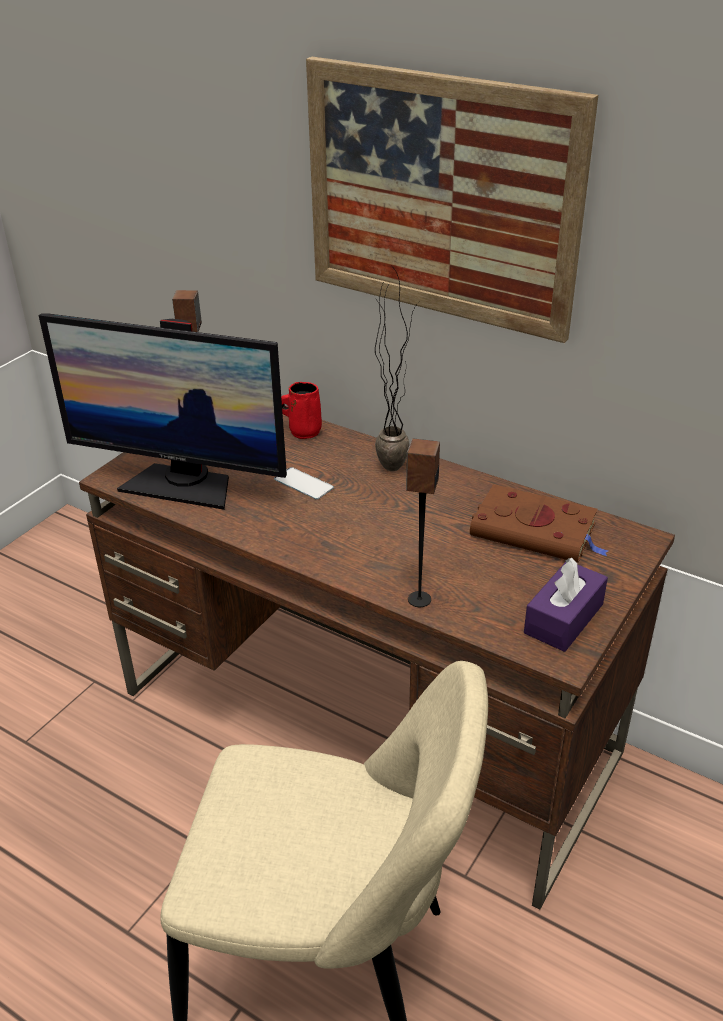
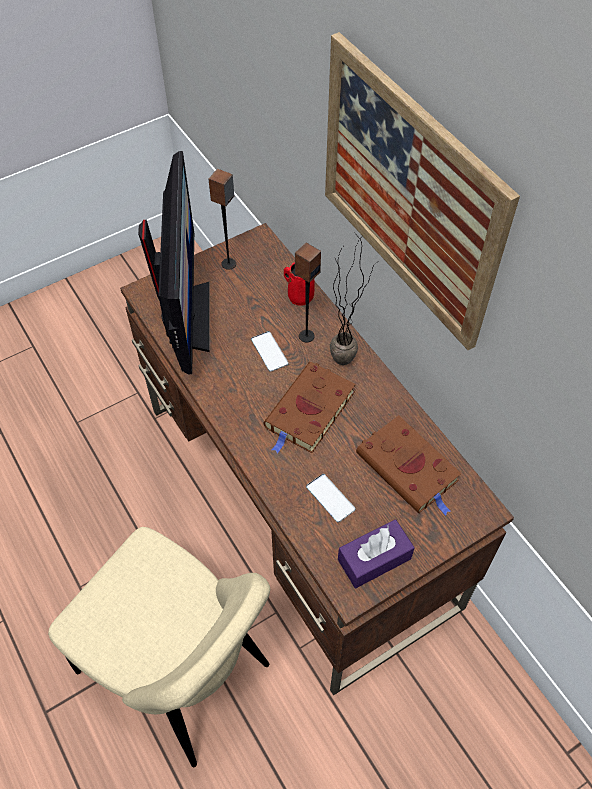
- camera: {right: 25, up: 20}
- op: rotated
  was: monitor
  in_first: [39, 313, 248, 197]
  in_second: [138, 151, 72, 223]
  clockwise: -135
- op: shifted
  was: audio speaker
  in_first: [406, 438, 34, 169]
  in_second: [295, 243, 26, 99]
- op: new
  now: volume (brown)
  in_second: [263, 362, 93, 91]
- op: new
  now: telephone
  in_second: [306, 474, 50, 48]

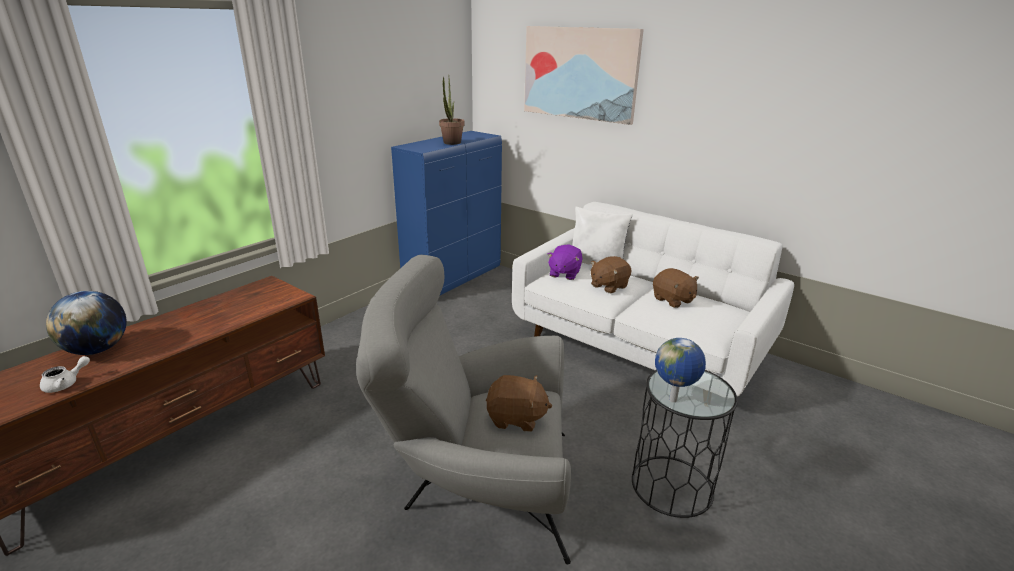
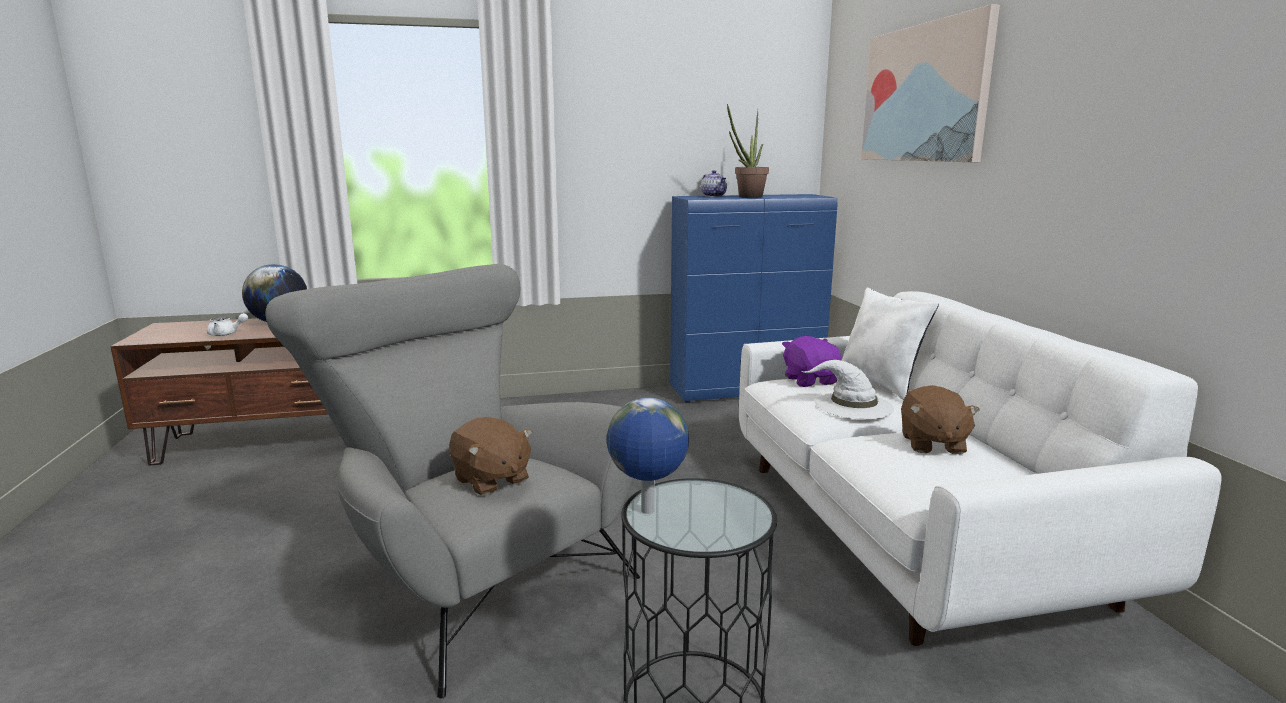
- camera: {right: 40, up: -10}
- op: rotated
  was: plush toy (purplish)
  in_first: [547, 245, 35, 35]
  in_second: [782, 336, 60, 51]
  clockwise: 105
- op: swapped
  was: plush toy (brown)
  now: wearable hat (white-coloured)
  in_first: [591, 256, 40, 37]
  in_second: [801, 360, 93, 59]
- op: new
  now: tea pot
  in_second: [701, 170, 26, 27]

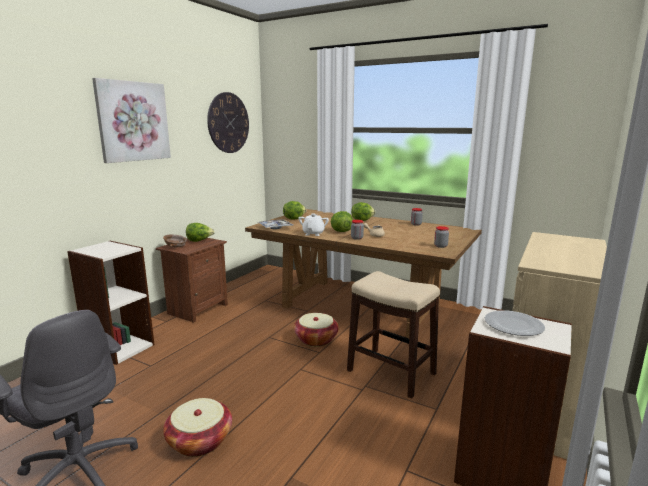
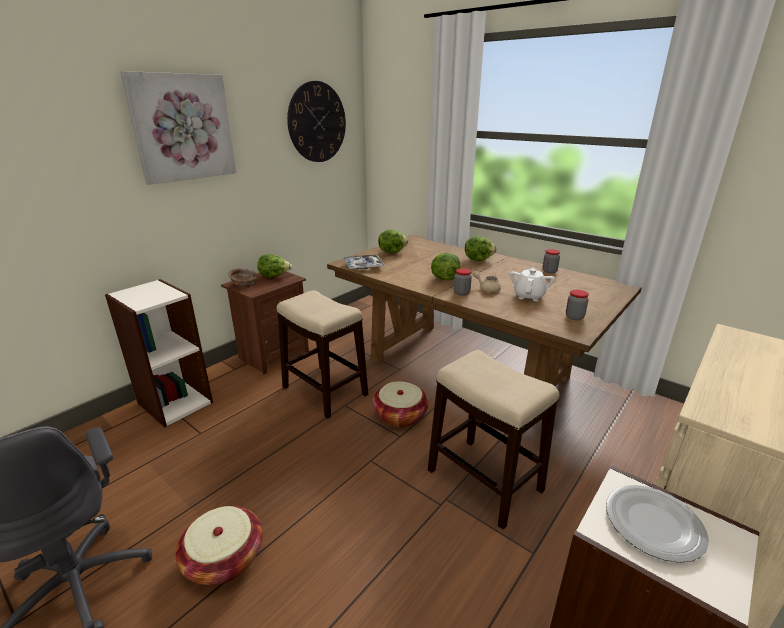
- camera: {right: 10, up: 10}
- op: shifted
  was: tea pot (white-coloured)
  in_first: [298, 214, 31, 22]
  in_second: [509, 267, 46, 35]
- op: new
  now: stool
  in_second: [276, 290, 92, 129]

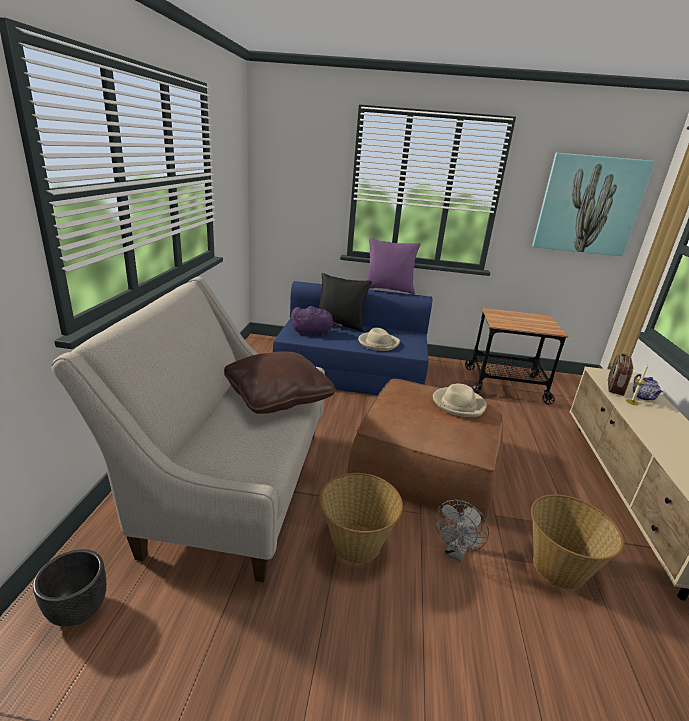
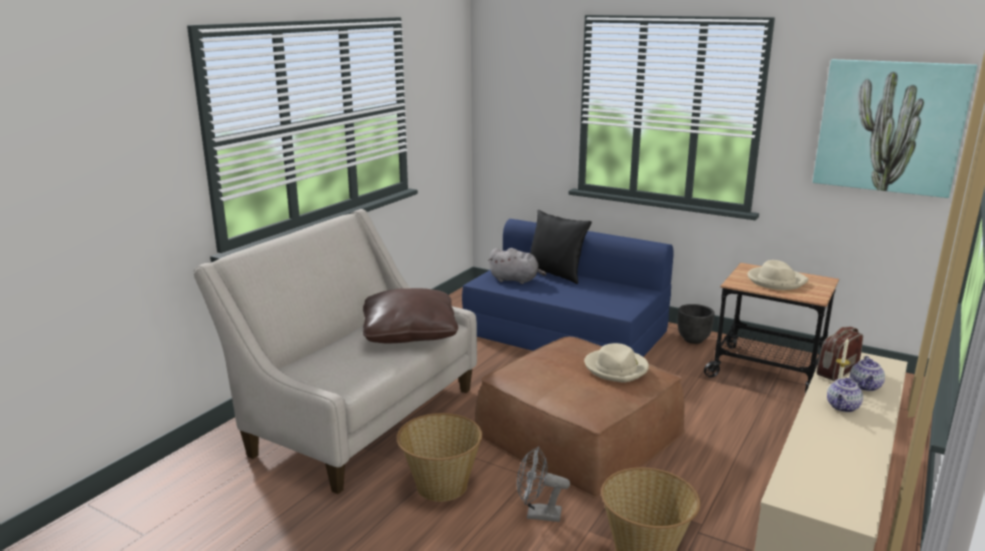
- camera: {right: 25, up: -5}
- op: shifted
  was: planter (black)
  in_first: [33, 549, 73, 78]
  in_second: [678, 304, 37, 40]
- op: repainted
  was: plush toy (purplish)
  now: plush toy (grey)
  in_first: [291, 306, 51, 30]
  in_second: [488, 248, 58, 36]
- op: shifted
  was: wearable hat (sand-coloured)
  in_first: [358, 328, 42, 23]
  in_second: [747, 260, 61, 30]
- op: gone
  was: pillow (purplish)
  in_first: [367, 237, 54, 57]
- op: rotated
  was: electric fan (grey)
  in_first: [435, 500, 54, 62]
  in_second: [517, 447, 53, 75]
  clockwise: 45
- op: new
  now: tea pot
  in_second: [827, 376, 36, 36]

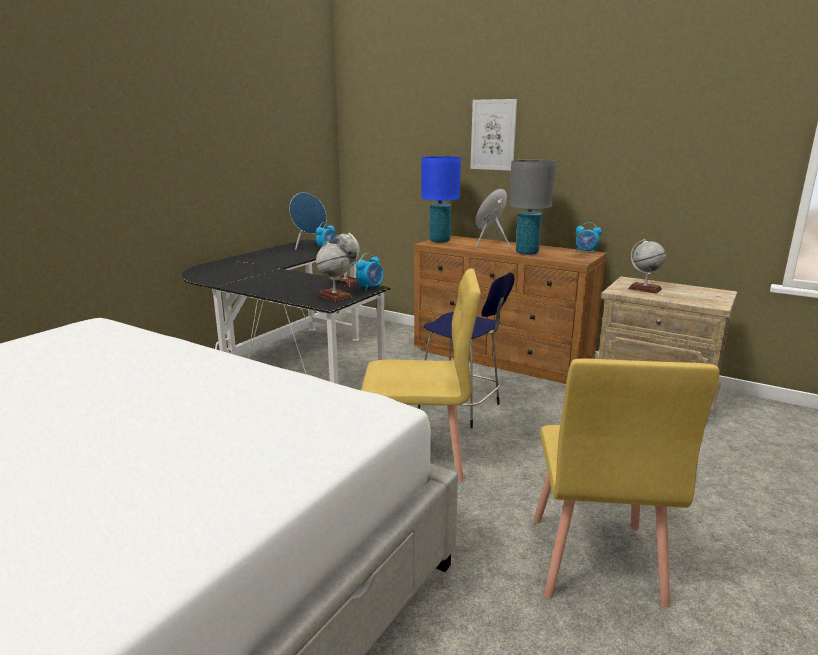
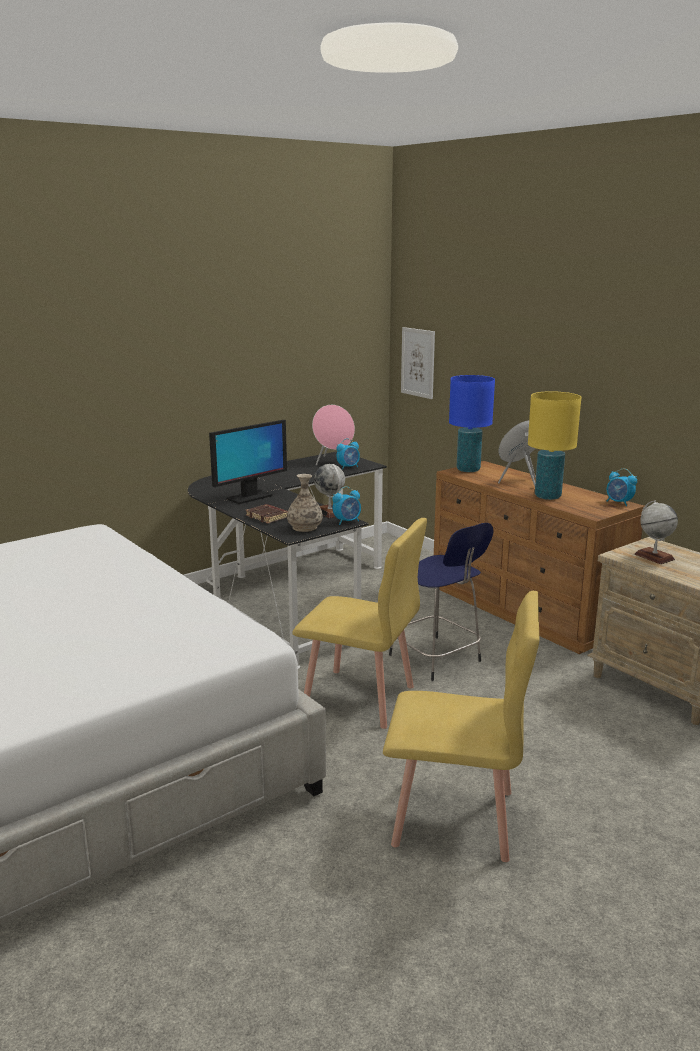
- camera: {right: 20, up: 0}
- op: repainted
  was: audio speaker (blue)
  now: audio speaker (pink)
  in_first: [289, 193, 38, 57]
  in_second: [312, 405, 43, 60]
- op: swapped
  was: desk globe
  now: decorative vase
  in_first: [316, 241, 36, 61]
  in_second: [287, 474, 36, 58]
- op: shifted
  was: picture
  in_first: [470, 99, 47, 72]
  in_second: [401, 327, 34, 72]
- op: repainted
  was: lamp for a table (grey)
  now: lamp for a table (yellowish)
  in_first: [509, 160, 47, 95]
  in_second: [528, 391, 53, 109]
- op: rotated
  was: upright chair (yellowish)
  in_first: [533, 359, 186, 249]
  in_second: [383, 591, 156, 271]
  clockwise: -105
- op: new
  now: monitor
  in_second: [209, 420, 78, 84]
- op: new
  now: volume (brown)
  in_second: [246, 504, 42, 19]

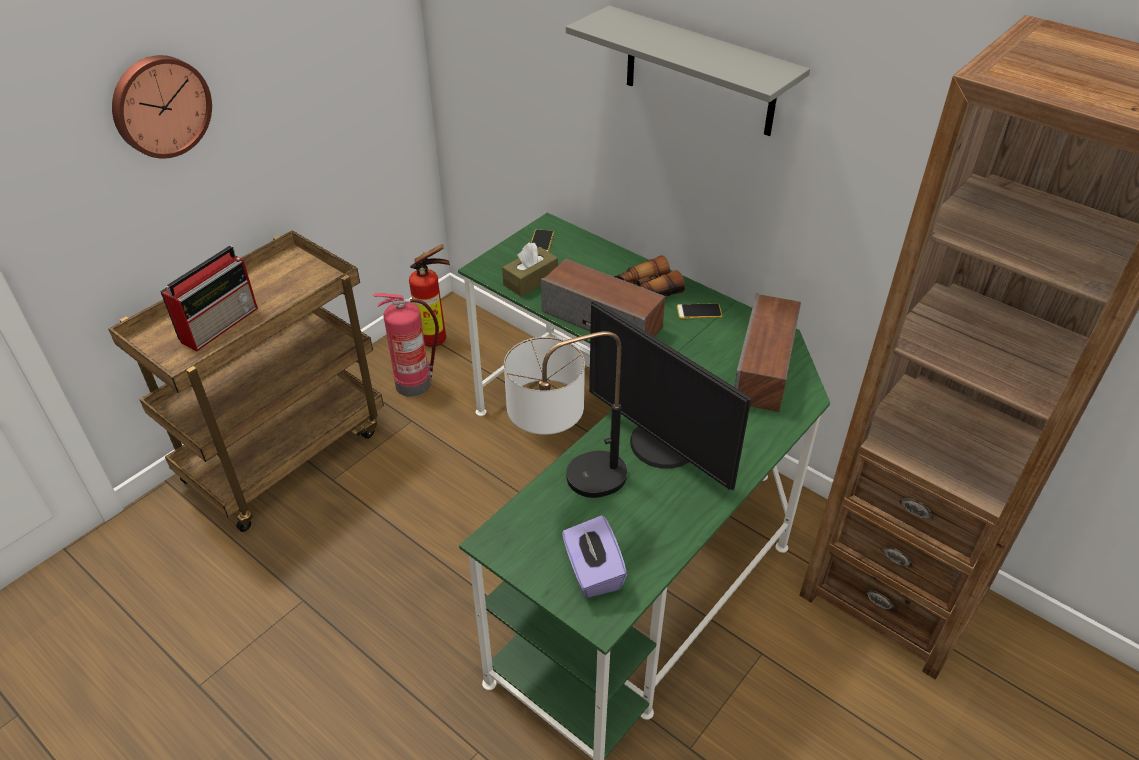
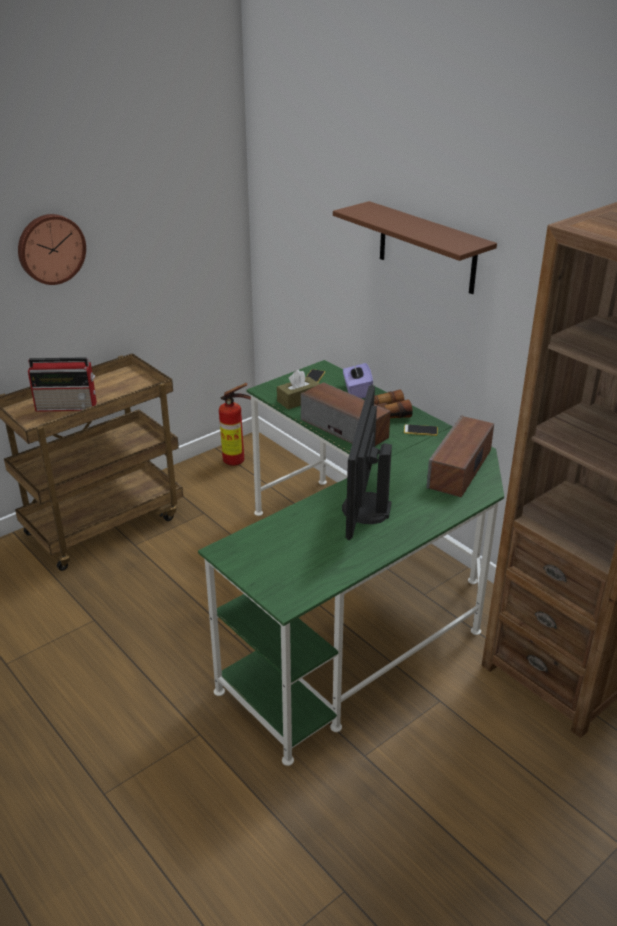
- camera: {right: 10, up: -10}
- op: rotated
  was: radio
  in_first: [160, 245, 98, 106]
  in_second: [28, 357, 69, 55]
  clockwise: 45
- op: gone
  was: fire extinguisher
  in_first: [374, 293, 65, 104]
- op: gone
  was: lamp for a table
  in_first: [504, 331, 123, 167]
- op: shifted
  was: tissue holder (purplish)
  in_first: [562, 515, 65, 83]
  in_second: [343, 361, 30, 37]
- op: repainted
  was: shelf (grey)
  now: shelf (brown)
  in_first: [566, 5, 244, 131]
  in_second: [333, 201, 164, 93]
- op: rotated
  was: monitor
  in_first: [589, 300, 162, 190]
  in_second: [342, 384, 50, 156]
  clockwise: 45

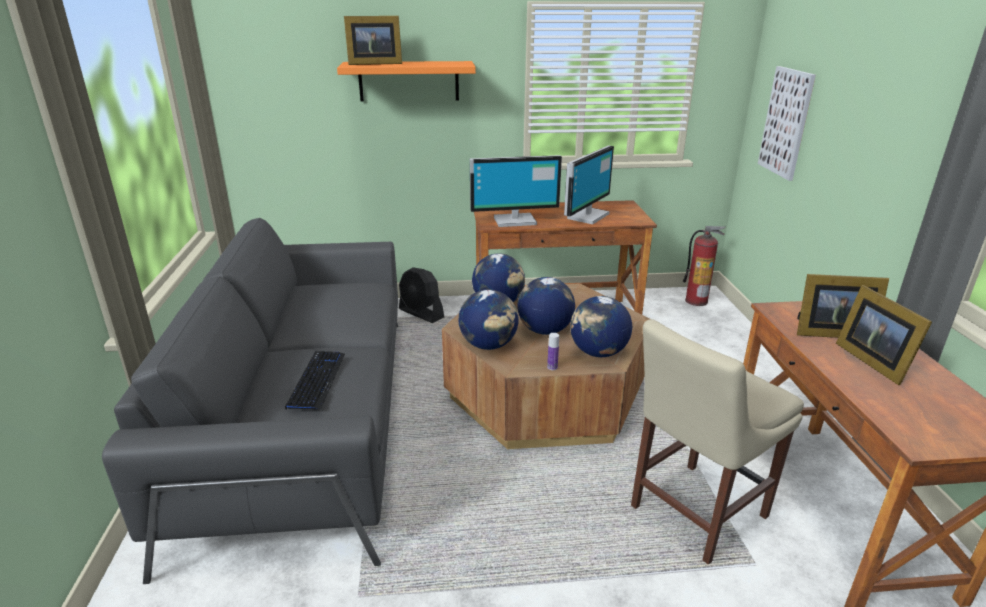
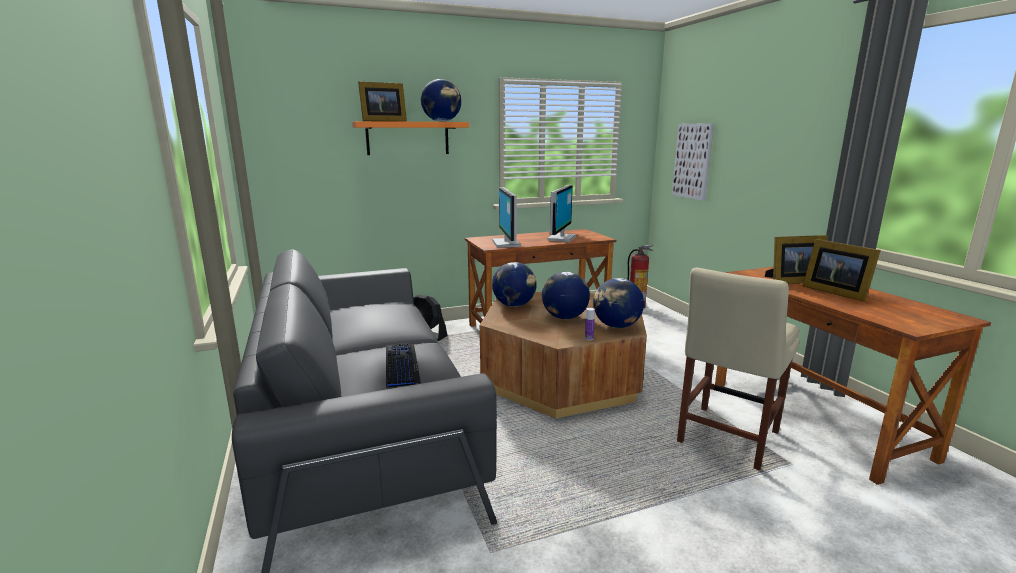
- camera: {right: -15, up: -10}
- op: shifted
  was: desk globe
  in_first: [459, 290, 60, 60]
  in_second: [421, 79, 40, 43]
- op: rotated
  was: monitor
  in_first: [470, 155, 92, 72]
  in_second: [492, 187, 29, 61]
  clockwise: 105

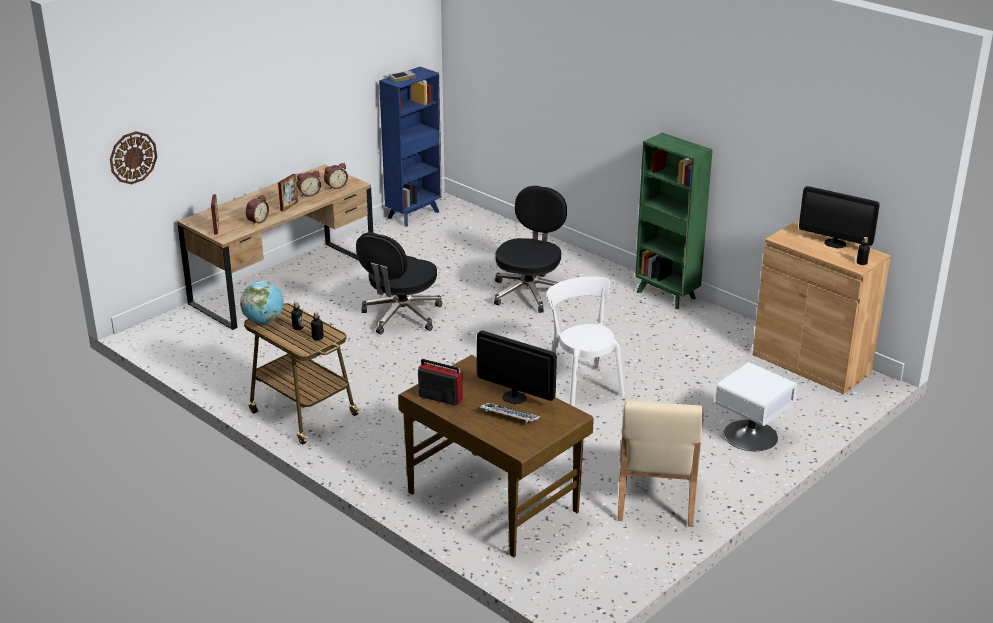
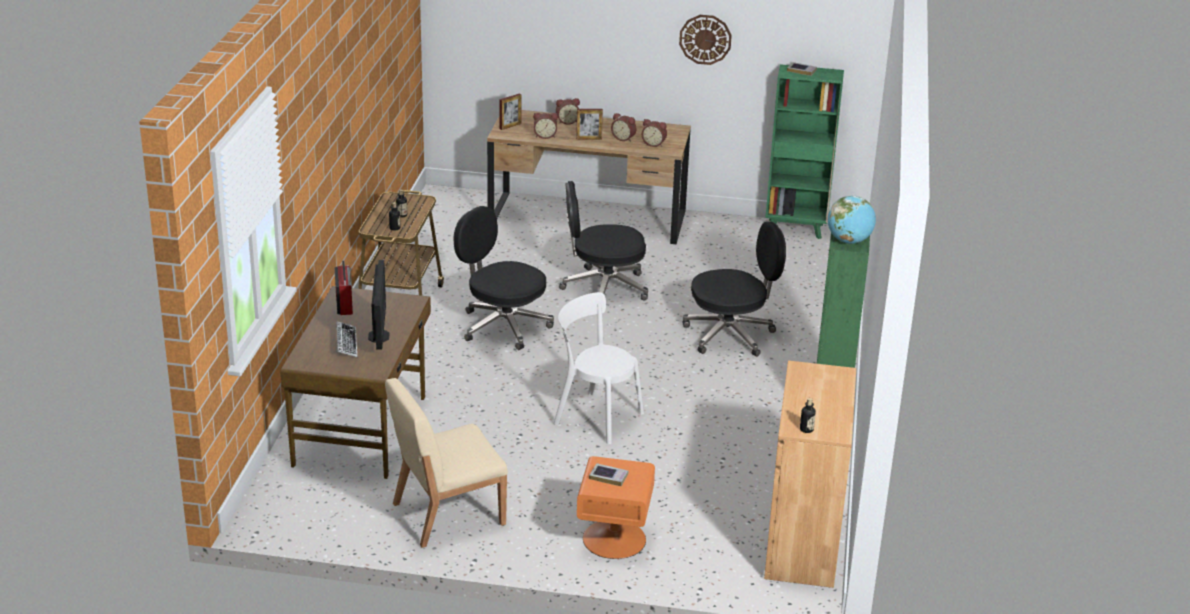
- camera: {right: 55, up: 0}
- op: shifted
  was: wall clock
  in_first: [110, 131, 47, 53]
  in_second: [679, 15, 53, 50]
- op: shifted
  was: desk globe
  in_first: [240, 281, 44, 43]
  in_second: [828, 196, 48, 48]
- op: repainted
  was: bookshelf (blue)
  now: bookshelf (green)
  in_first: [379, 67, 63, 160]
  in_second: [765, 64, 79, 175]
- op: rotated
  was: upright chair (white-coloured)
  in_first: [547, 277, 78, 130]
  in_second: [553, 292, 91, 152]
  clockwise: -90
- op: repainted
  was: nightstand (white-coloured)
  now: nightstand (orange-coloured)
  in_first: [715, 362, 82, 89]
  in_second: [577, 456, 78, 103]
- op: gone
  was: monitor
  in_first: [799, 186, 81, 62]
- op: new
  now: desk chair (black)
  in_second: [453, 206, 101, 144]
- op: new
  now: table clock
  in_second: [556, 98, 24, 27]
- op: new
  now: volume
  in_second: [589, 463, 39, 23]

